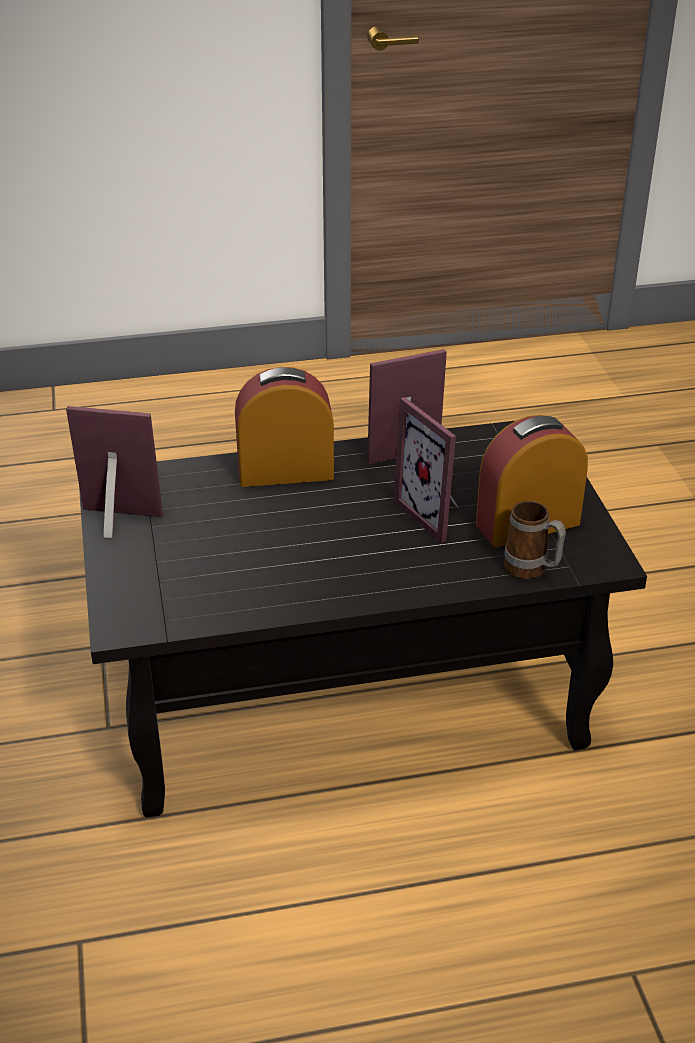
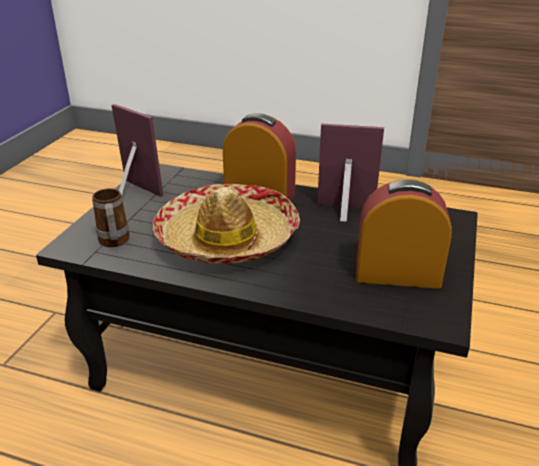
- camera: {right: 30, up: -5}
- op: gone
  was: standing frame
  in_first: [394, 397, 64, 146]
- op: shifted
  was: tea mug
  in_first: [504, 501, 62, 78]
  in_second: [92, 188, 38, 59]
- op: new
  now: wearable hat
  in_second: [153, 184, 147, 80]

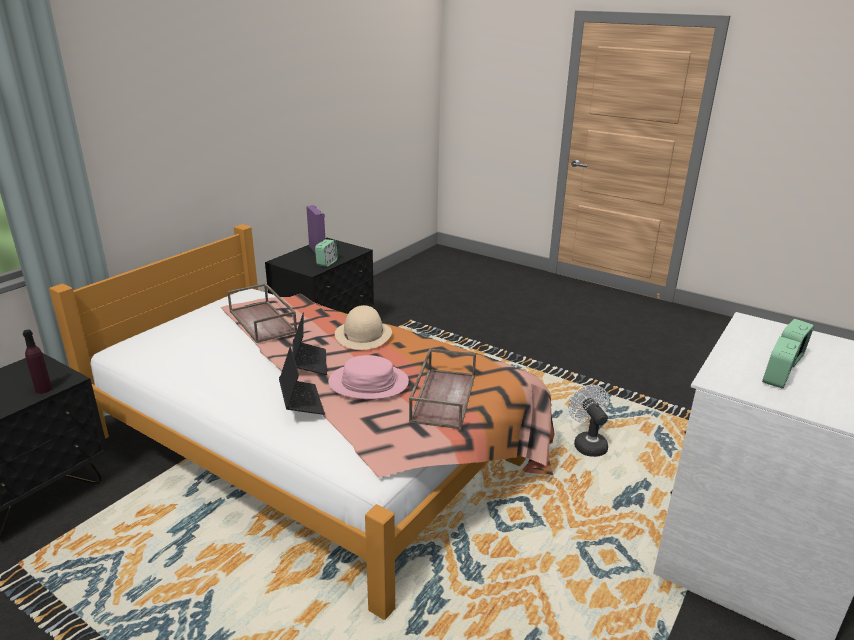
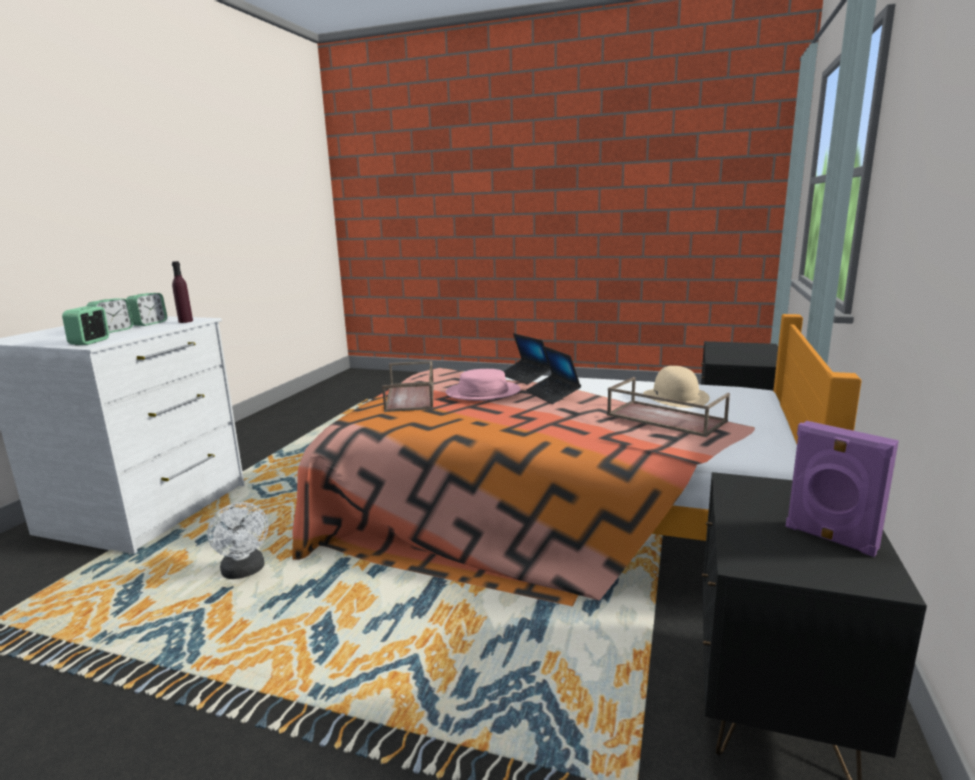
- camera: {right: 165, up: -10}
- op: shifted
  was: beverage bottle (purplish)
  in_first: [23, 330, 29, 64]
  in_second: [172, 261, 21, 62]
- op: shifted
  was: table clock
  in_first: [315, 239, 23, 28]
  in_second: [62, 306, 47, 39]
- op: shifted
  was: wearable hat (sand-coloured)
  in_first: [335, 305, 57, 45]
  in_second: [643, 366, 67, 42]

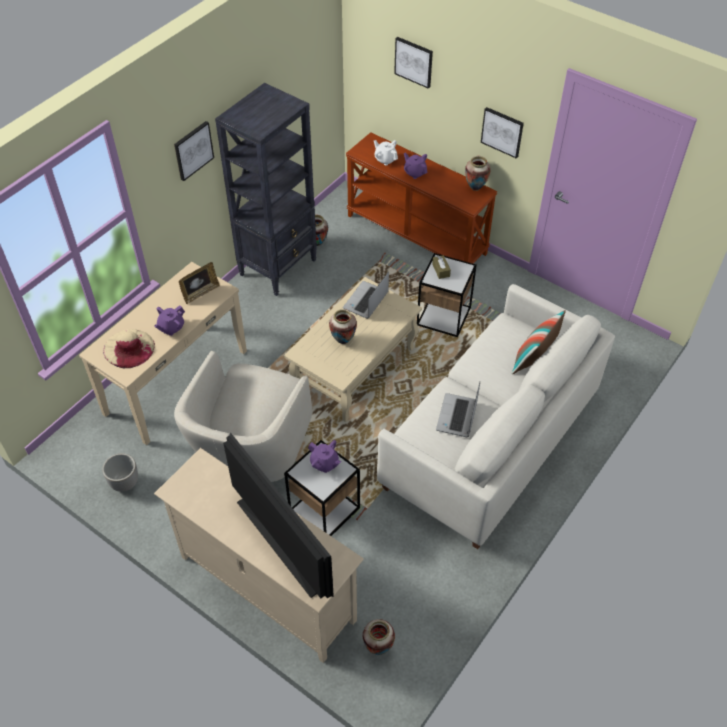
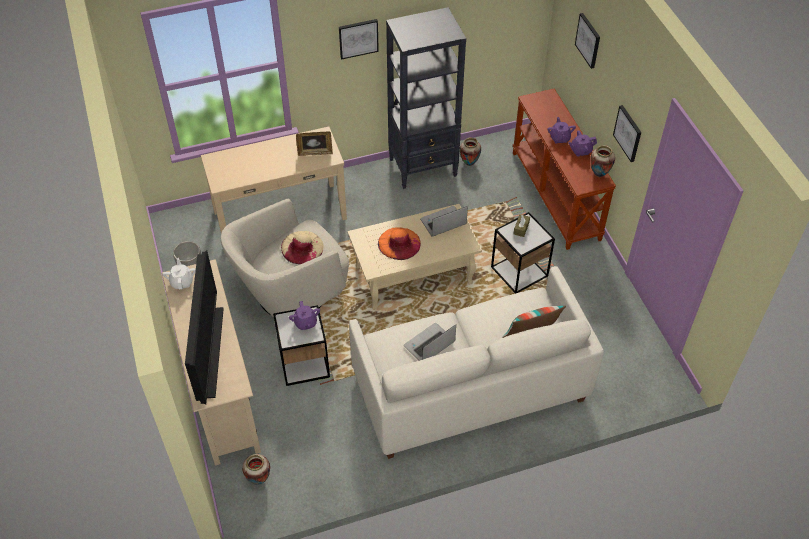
- camera: {right: 35, up: 0}
- op: shifted
  was: wearable hat (sand-coloured)
  in_first: [103, 329, 52, 39]
  in_second: [281, 231, 43, 33]
- op: shifted
  was: tea pot (purplish)
  in_first: [154, 305, 31, 31]
  in_second: [568, 130, 29, 27]
- op: swapped
  was: decorative vase
  now: wearable hat (orange-coloured)
  in_first: [329, 309, 28, 35]
  in_second: [378, 227, 43, 33]
- op: shifted
  was: tea pot (white-coloured)
  in_first: [374, 140, 24, 26]
  in_second: [162, 258, 34, 32]

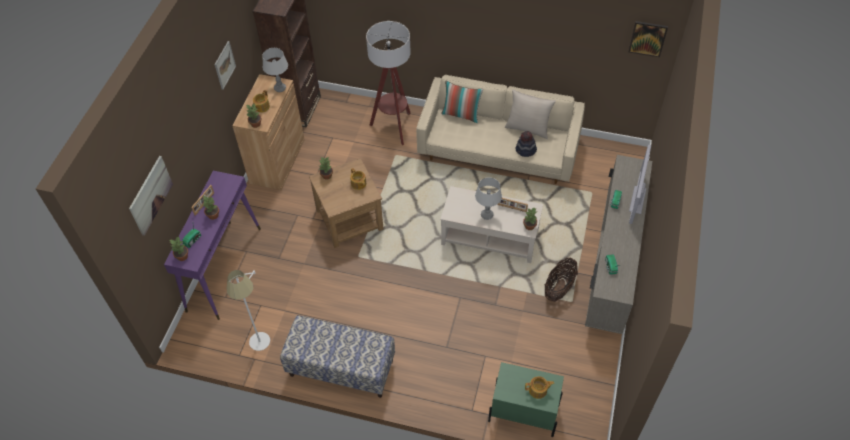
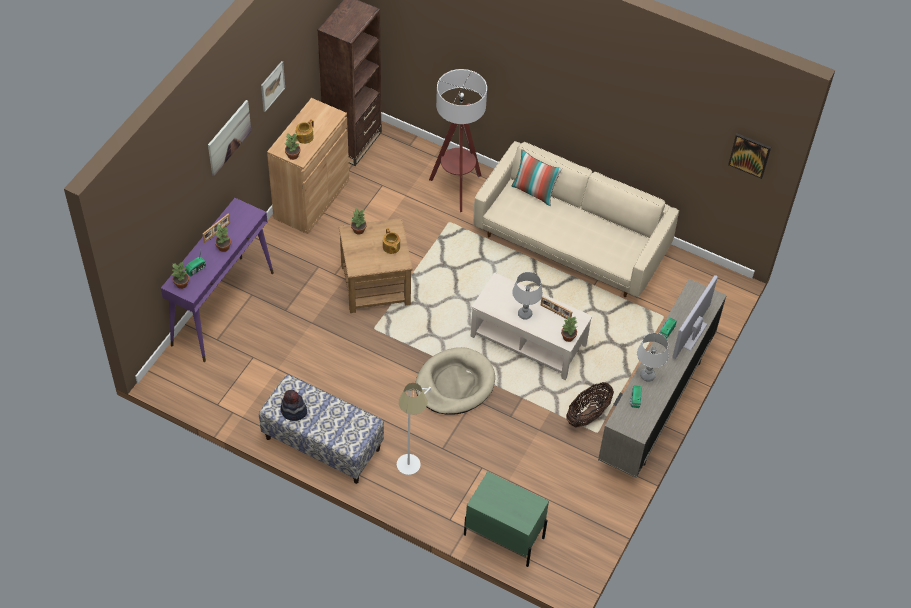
- camera: {right: 10, up: 0}
- op: shifted
  was: picture
  in_first: [129, 156, 44, 80]
  in_second: [208, 100, 43, 76]
- op: shifted
  was: standing lamp (white-coloured)
  in_first: [227, 270, 43, 81]
  in_second: [397, 383, 34, 92]
- op: shifted
  was: lamp for a table (grey)
  in_first: [262, 48, 26, 44]
  in_second: [637, 333, 32, 49]
- op: gone
  was: pillow (sand-coloured)
  in_first: [505, 89, 51, 50]
- op: shifted
  was: wearable hat
  in_first: [516, 131, 21, 26]
  in_second: [280, 390, 27, 31]
- op: gone
  was: tea pot
  in_first: [525, 376, 29, 23]
- op: new
  now: dog cushion (sand-coloured)
  in_second: [416, 347, 79, 67]

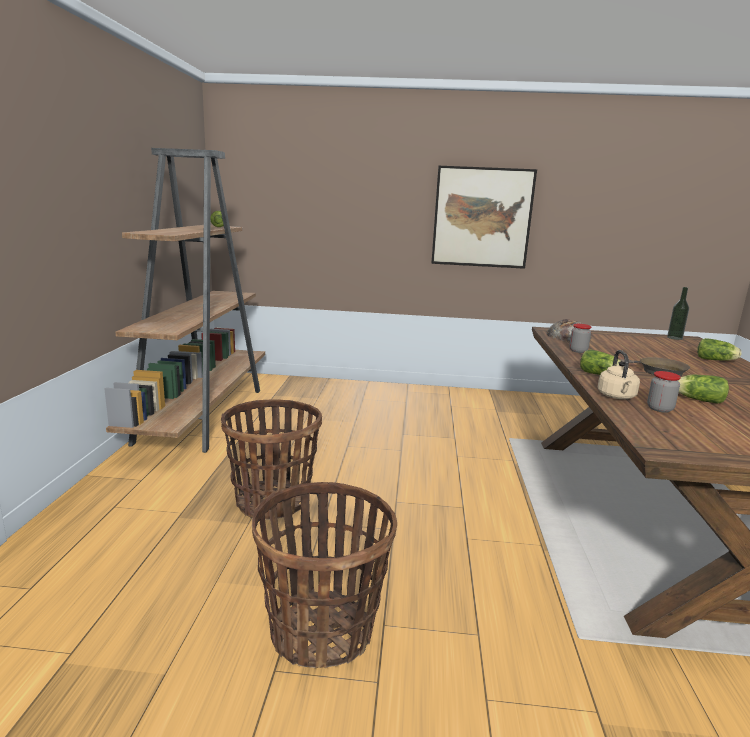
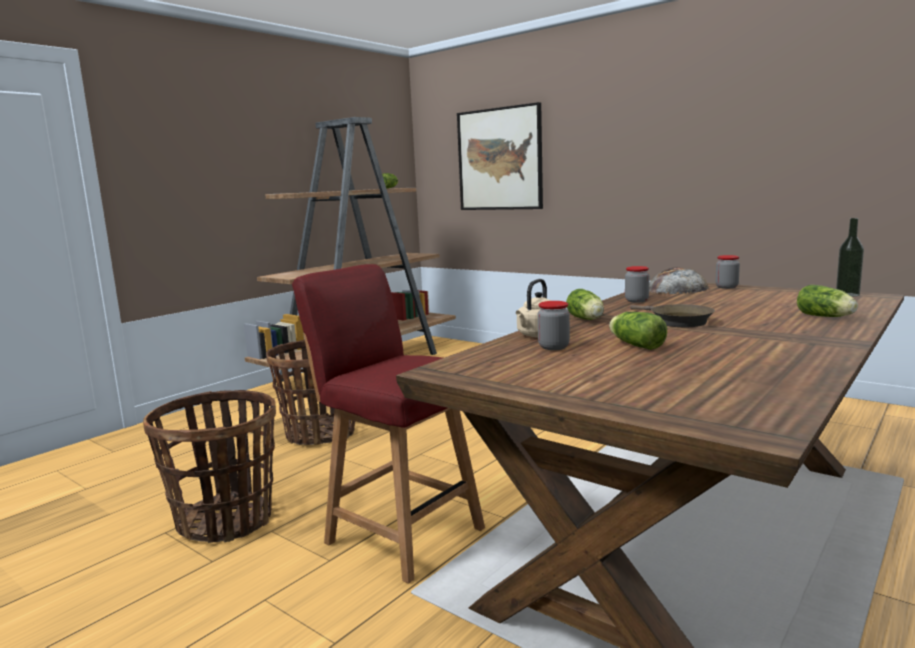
- camera: {right: 35, up: -5}
- op: shifted
  was: picture
  in_first: [431, 166, 106, 103]
  in_second: [457, 102, 86, 108]
- op: new
  now: upright chair (reddish)
  in_second: [292, 264, 193, 320]
- op: new
  now: storage jar
  in_second: [716, 255, 24, 34]

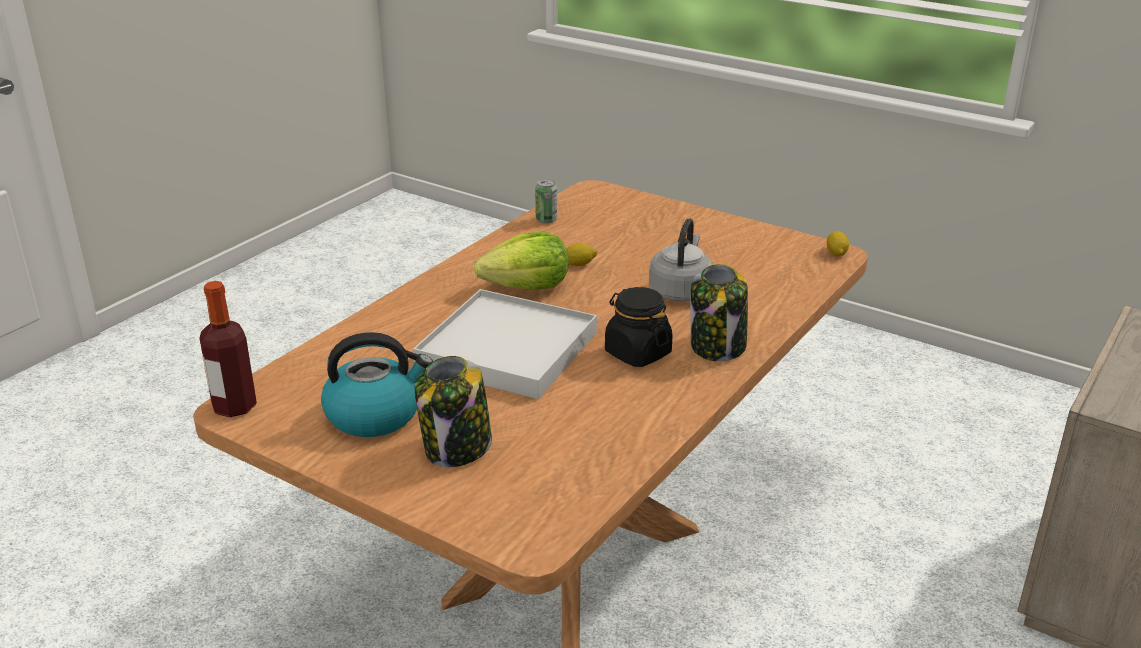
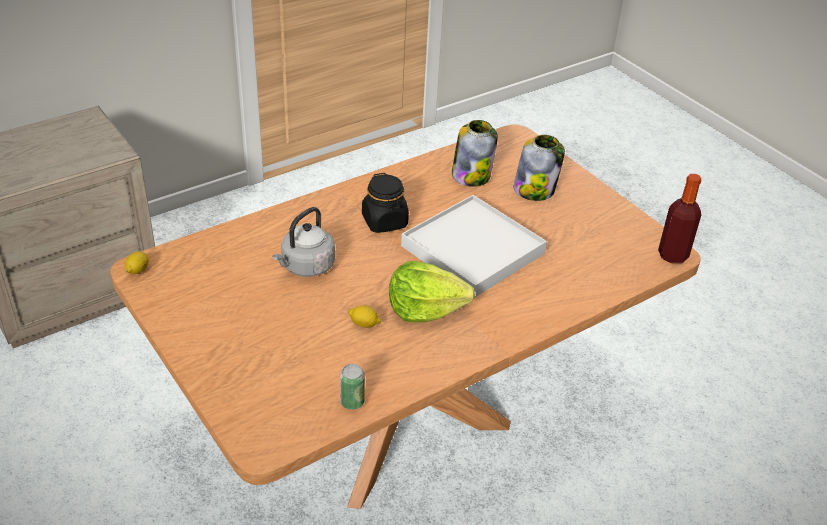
- camera: {right: -160, up: 10}
- op: gone
  was: water kettle
  in_first: [321, 332, 112, 105]
- op: shifted
  was: storage jar
  in_first: [690, 264, 58, 98]
  in_second: [452, 120, 46, 67]

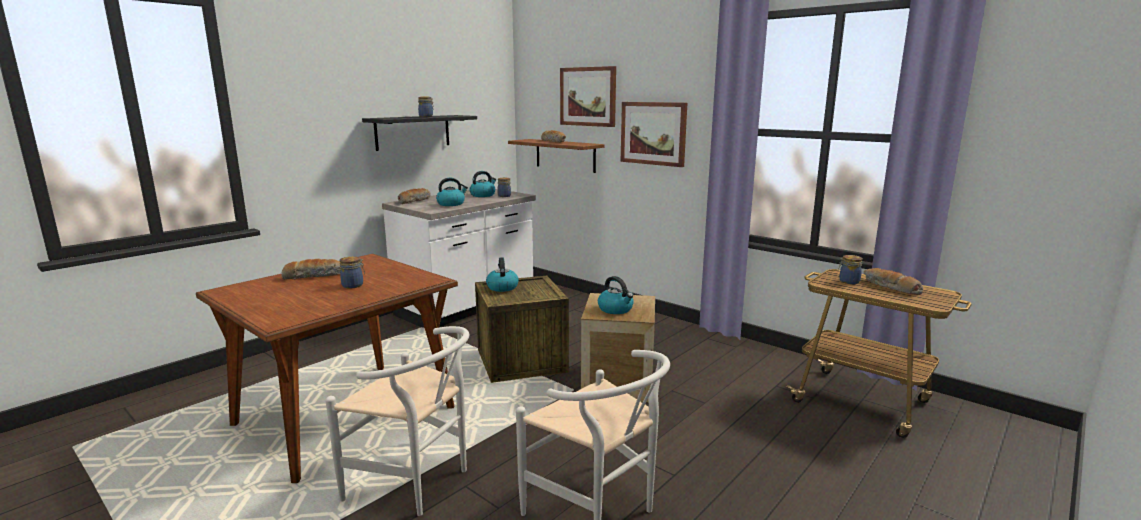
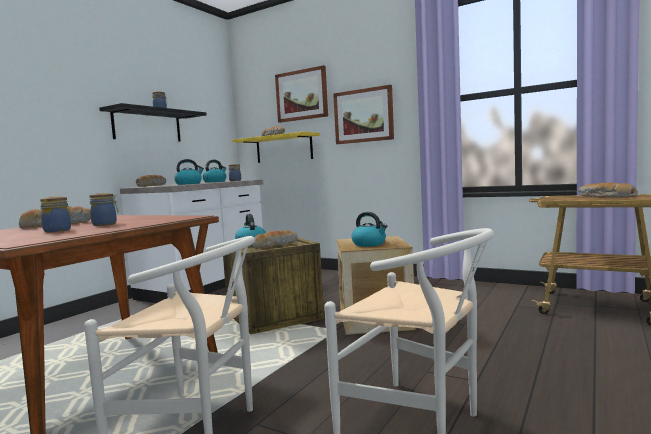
- camera: {right: -10, up: -10}
- op: repainted
  was: shelf (brown)
  now: shelf (yellowish)
  in_first: [508, 139, 96, 34]
  in_second: [232, 132, 88, 31]
- op: shifted
  was: storage jar
  in_first: [838, 255, 25, 29]
  in_second: [40, 196, 31, 36]
- op: new
  now: bread
  in_second: [253, 230, 44, 19]

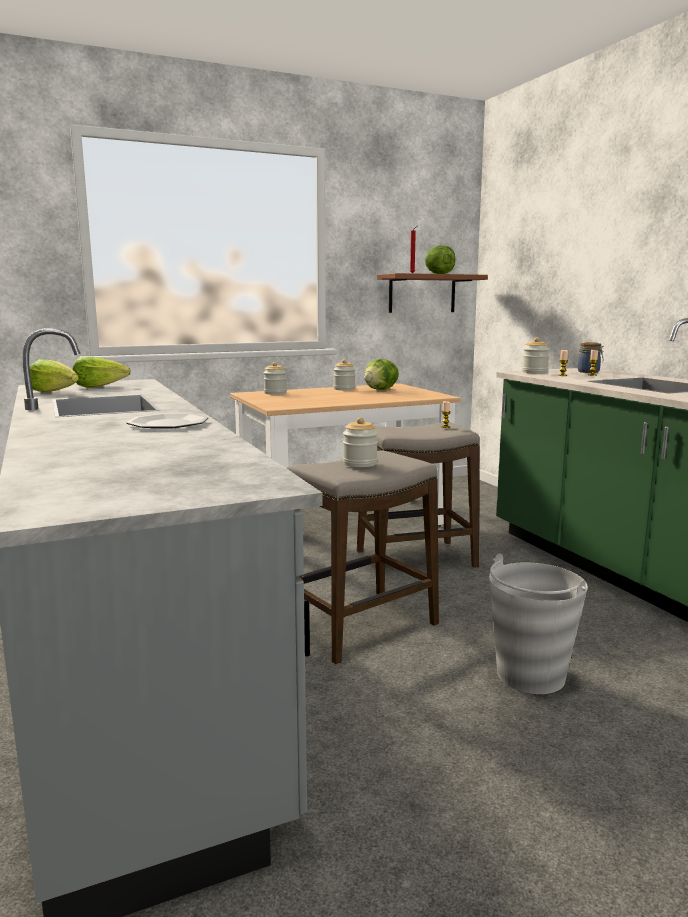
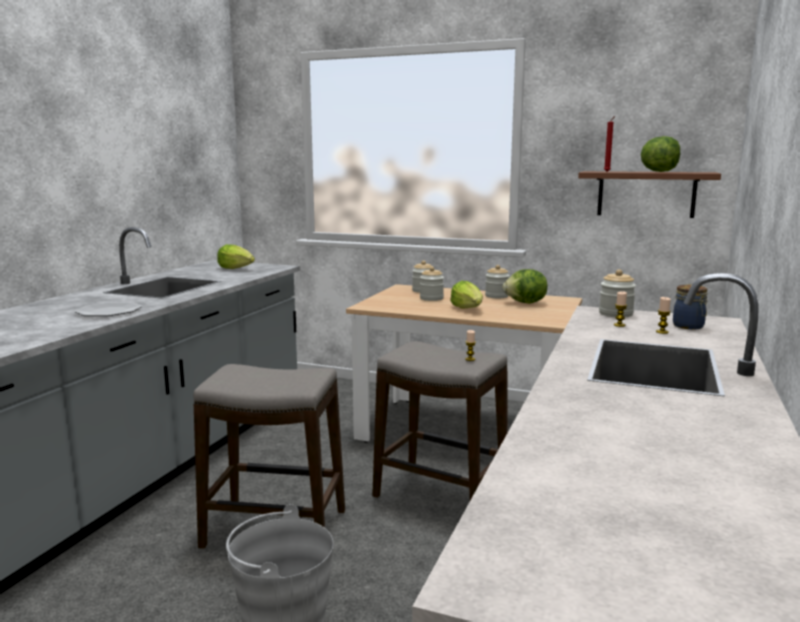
- camera: {right: 45, up: 0}
- op: shifted
  was: head of lettuce
  in_first: [30, 359, 49, 33]
  in_second: [450, 281, 33, 28]
- op: shifted
  was: storage jar
  in_first: [343, 417, 35, 50]
  in_second: [420, 267, 24, 34]

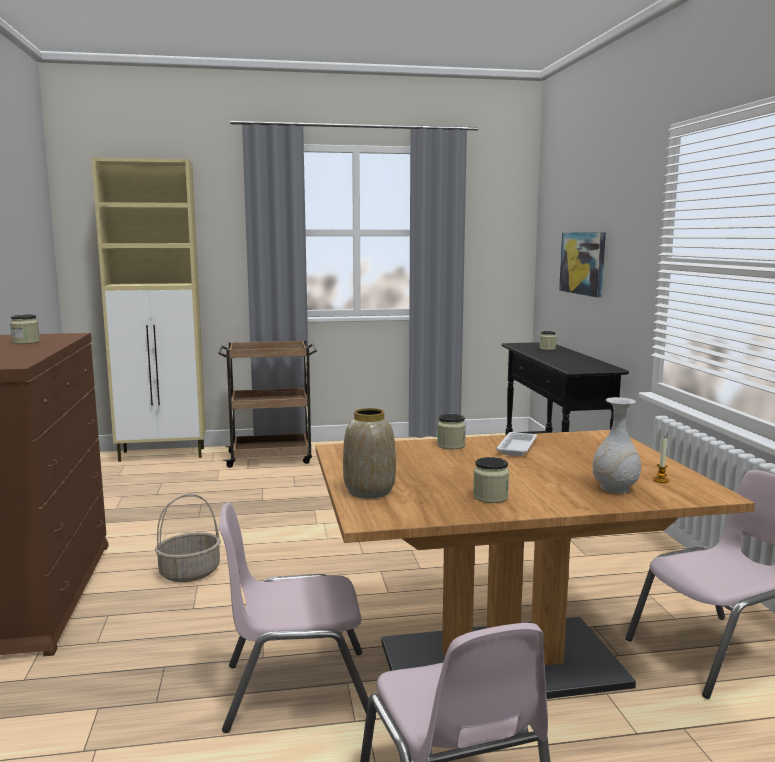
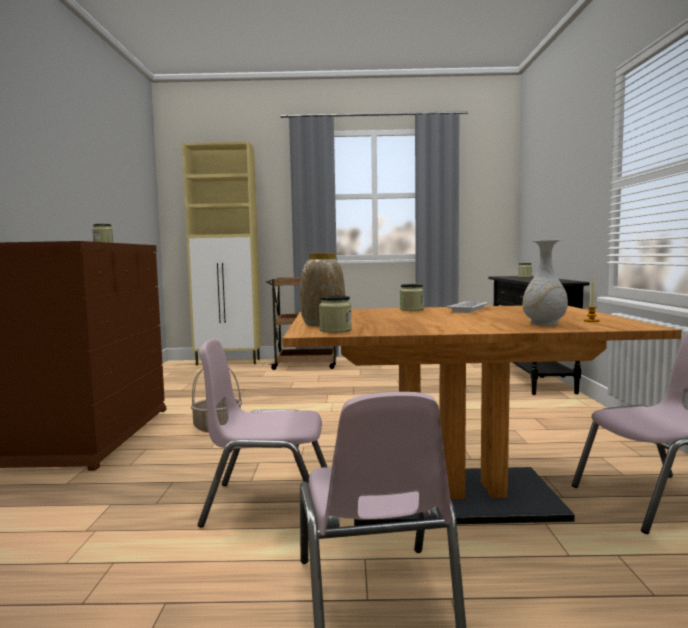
- camera: {right: 10, up: -5}
- op: shifted
  was: storage jar
  in_first: [473, 457, 36, 46]
  in_second: [319, 295, 33, 38]
- op: gone
  was: picture
  in_first: [559, 232, 47, 66]

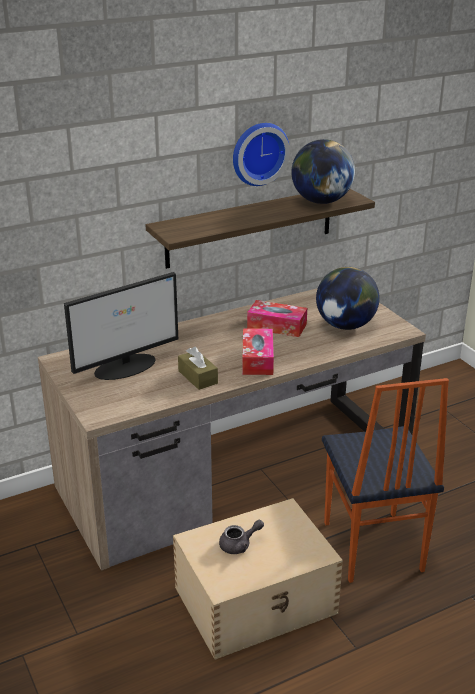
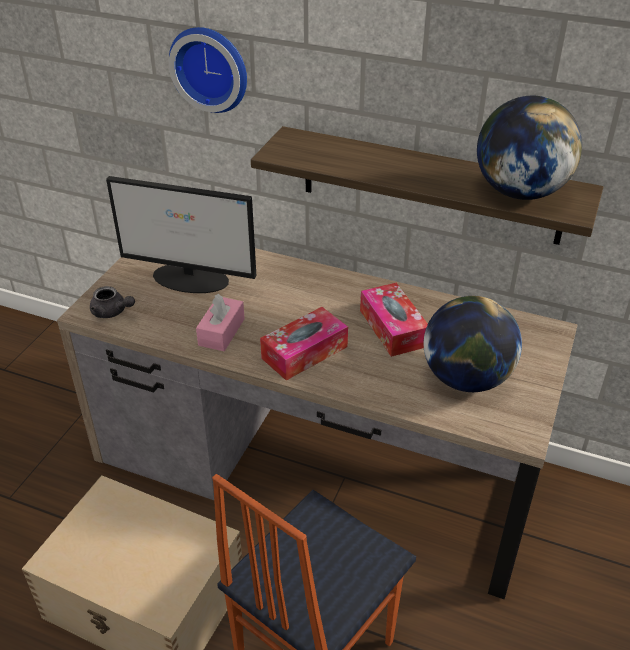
- camera: {right: 50, up: 10}
- op: repainted
  was: tissue holder (brown)
  now: tissue holder (pink)
  in_first: [178, 346, 40, 44]
  in_second: [196, 294, 49, 57]
- op: shifted
  was: tea pot (grey)
  in_first: [219, 520, 45, 34]
  in_second: [90, 286, 45, 32]
- op: shifted
  was: wall clock
  in_first: [233, 123, 57, 63]
  in_second: [169, 27, 78, 86]

